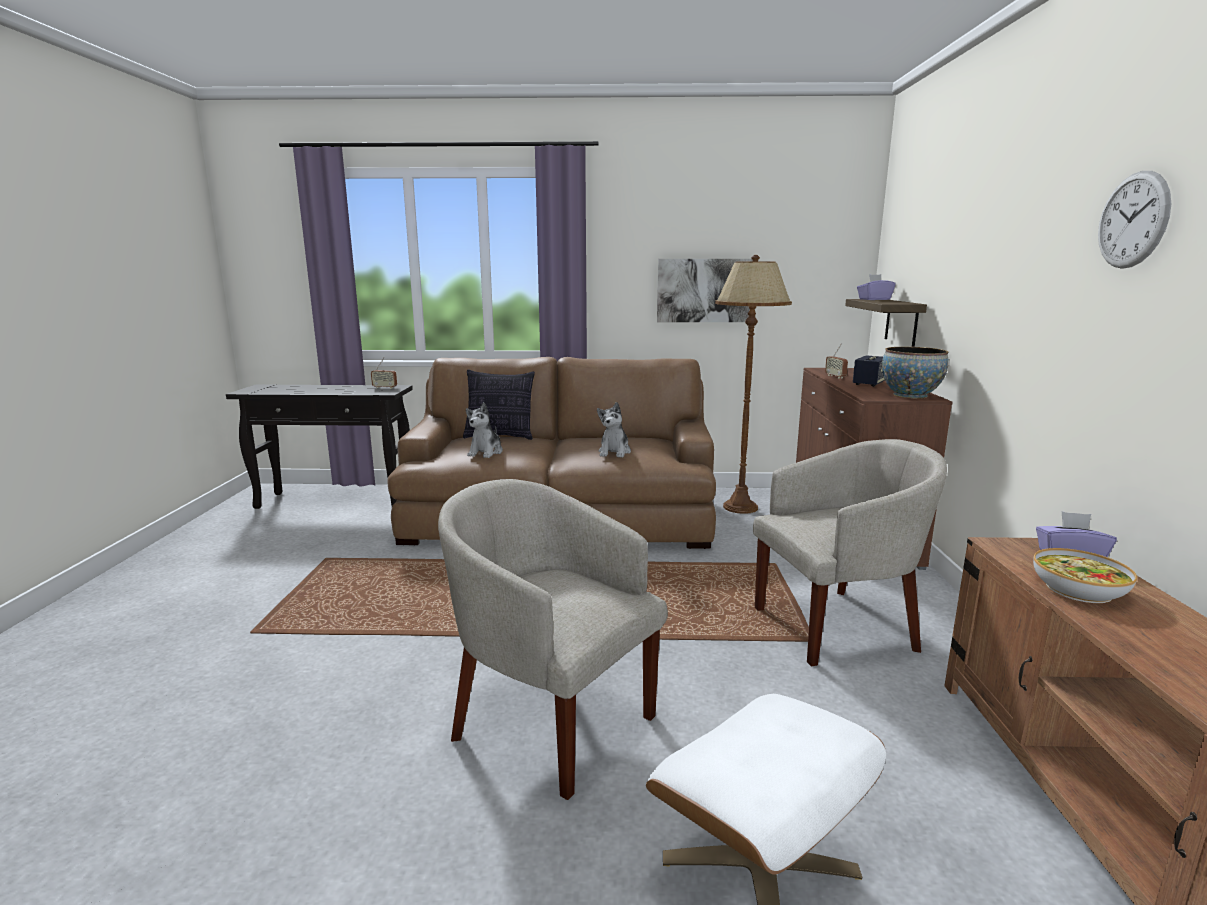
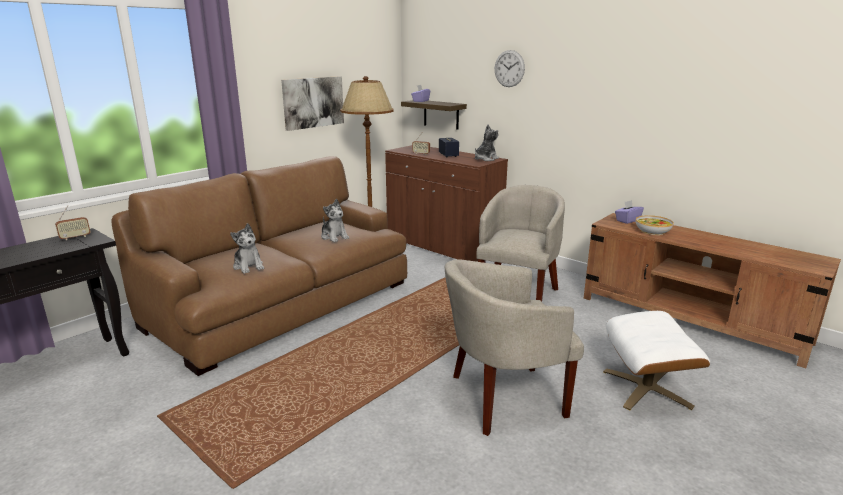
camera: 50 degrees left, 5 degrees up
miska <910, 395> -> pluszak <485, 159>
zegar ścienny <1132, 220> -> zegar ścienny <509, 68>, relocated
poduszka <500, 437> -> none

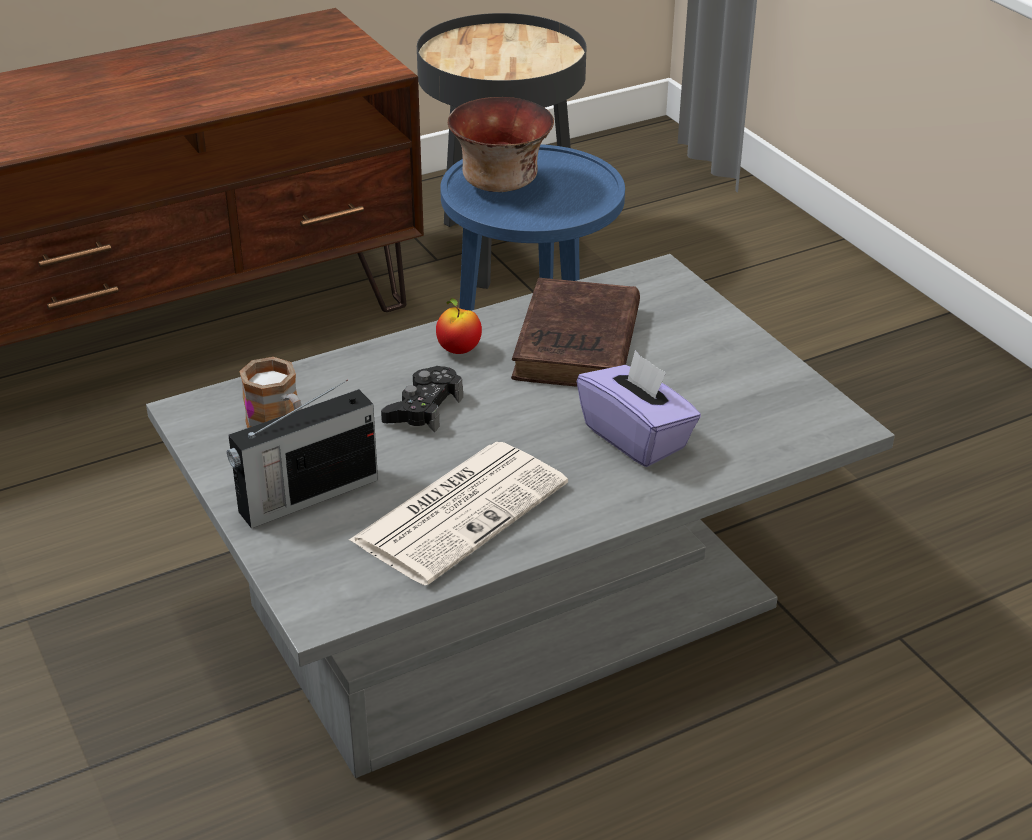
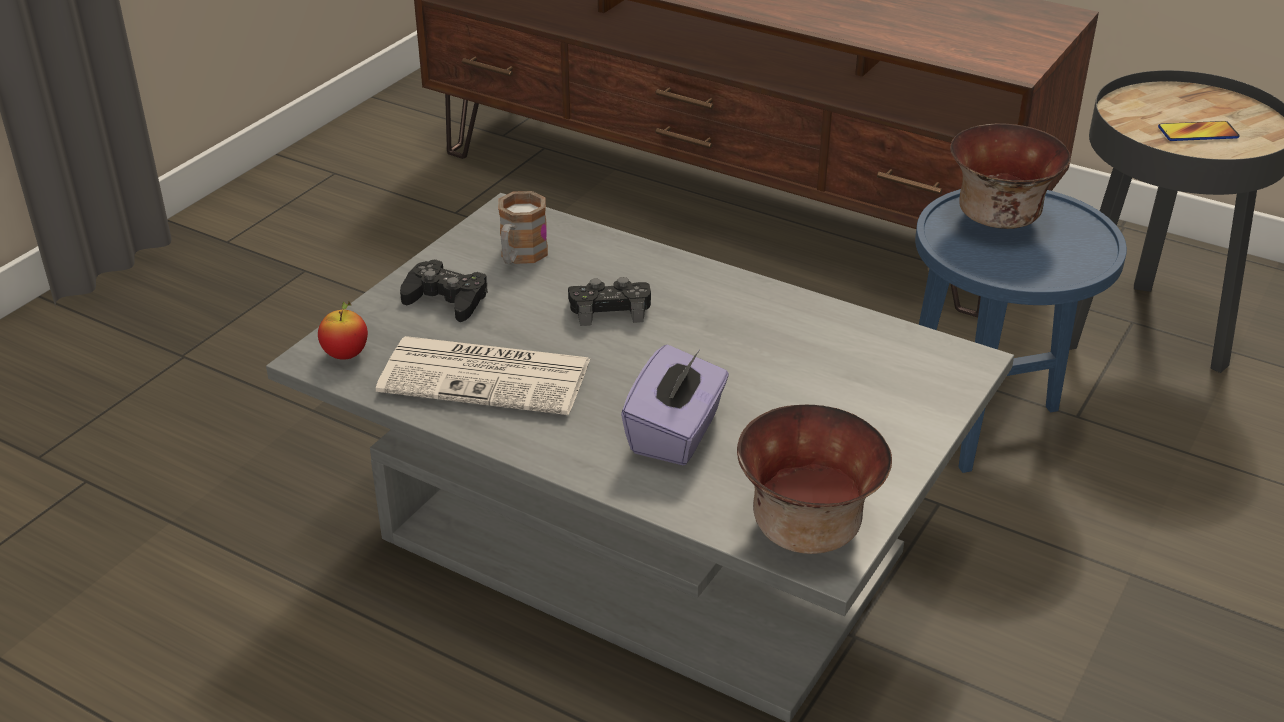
camera: 60 degrees right, 0 degrees up
jabłko <458, 350> -> jabłko <346, 355>, relocated
radio <306, 496> -> pad do gier [czarny] <446, 299>
none -> miska <805, 527>
none -> telefon <1197, 133>
książka [brązowy] <576, 346> -> none

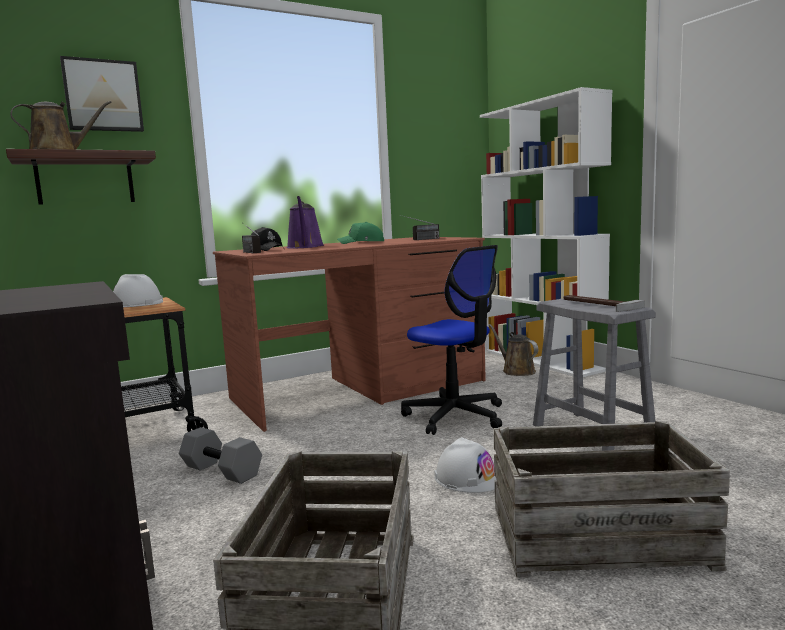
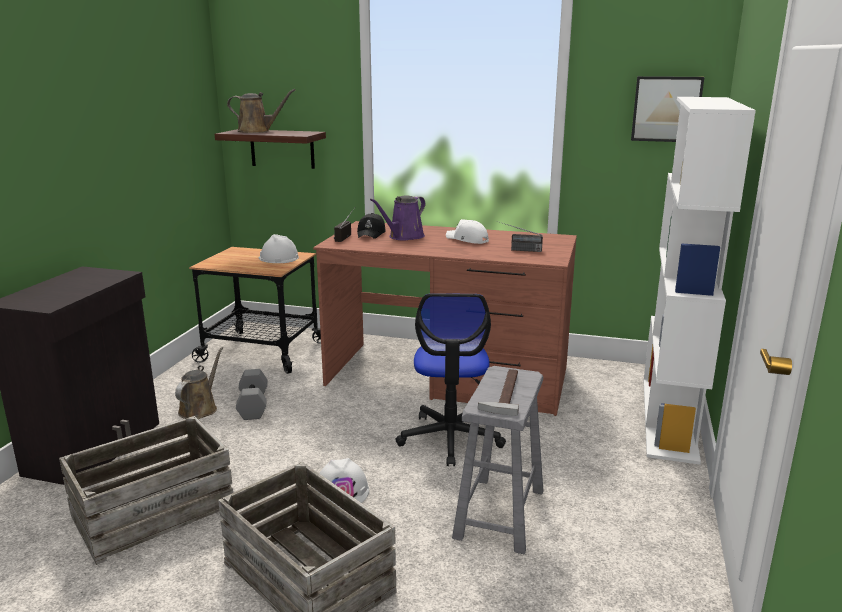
camera: 45 degrees right, 10 degrees up
konewka [brązowy] <516, 371> -> konewka [brązowy] <200, 408>, relocated
czapka z daszkiem [zielony] <362, 242> -> czapka z daszkiem [biały] <467, 239>
obraz <103, 96> -> obraz <666, 109>, relocated

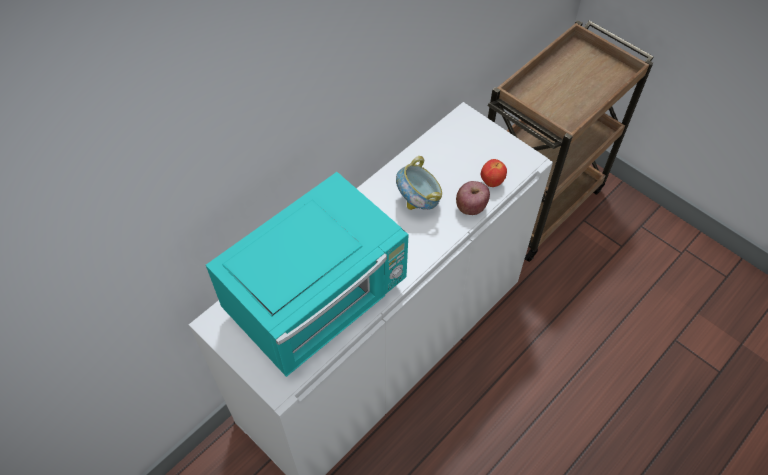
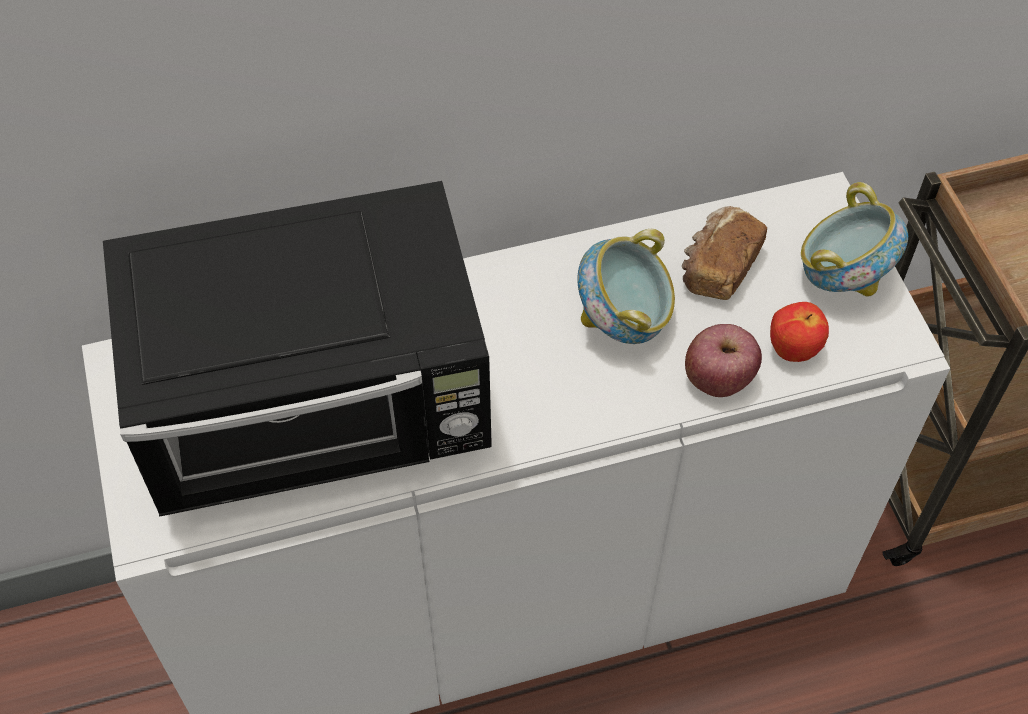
camera: 30 degrees right, 0 degrees up
mikrofalówka [turkusowy] <319, 300> -> mikrofalówka [czarny] <320, 412>
none -> chleb <718, 267>
none -> miska <842, 277>

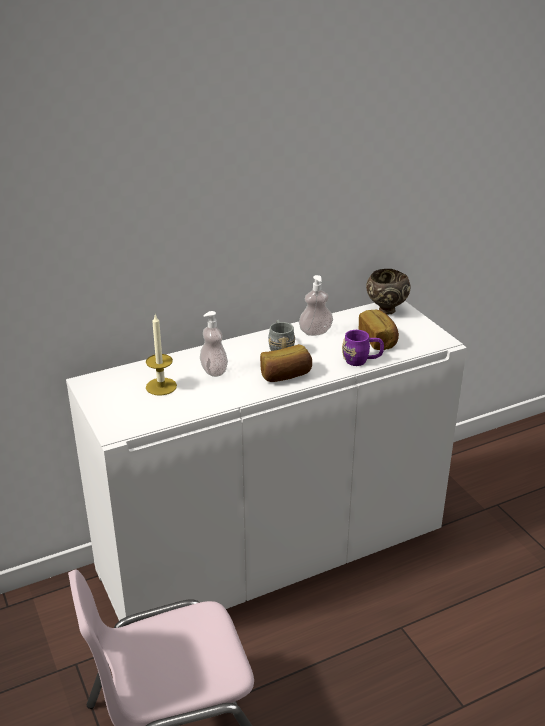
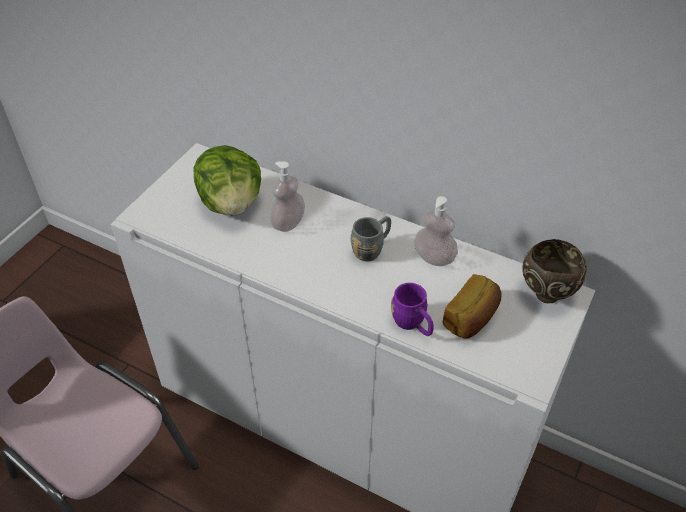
camera: 55 degrees right, 15 degrees up
świeca <161, 386> -> sałata <231, 203>
chleb <286, 375> -> none

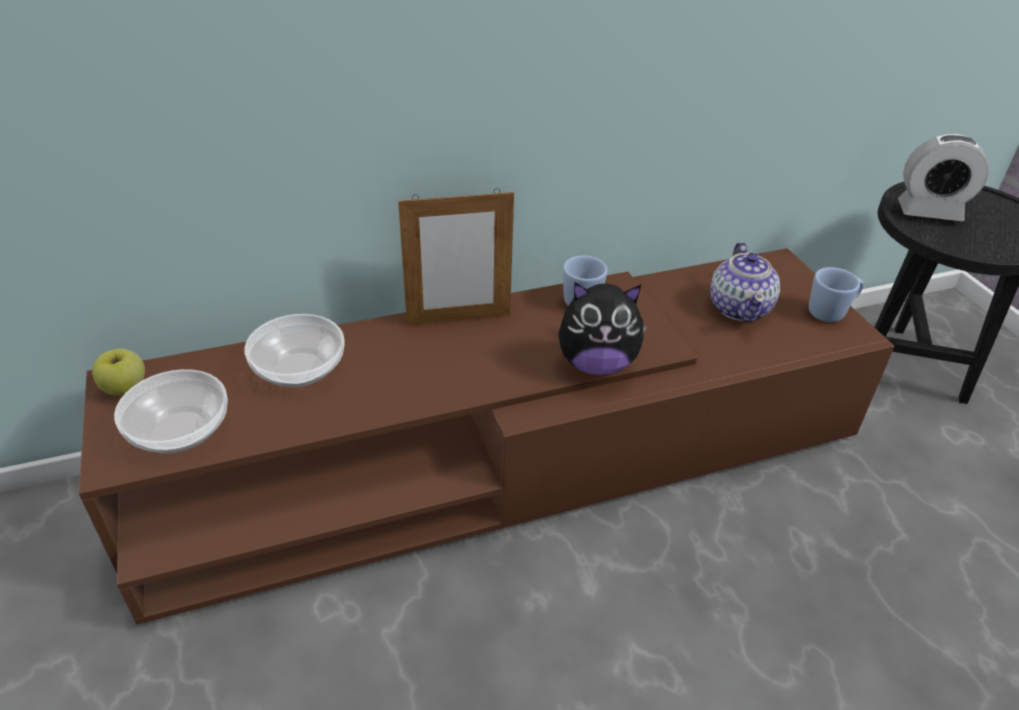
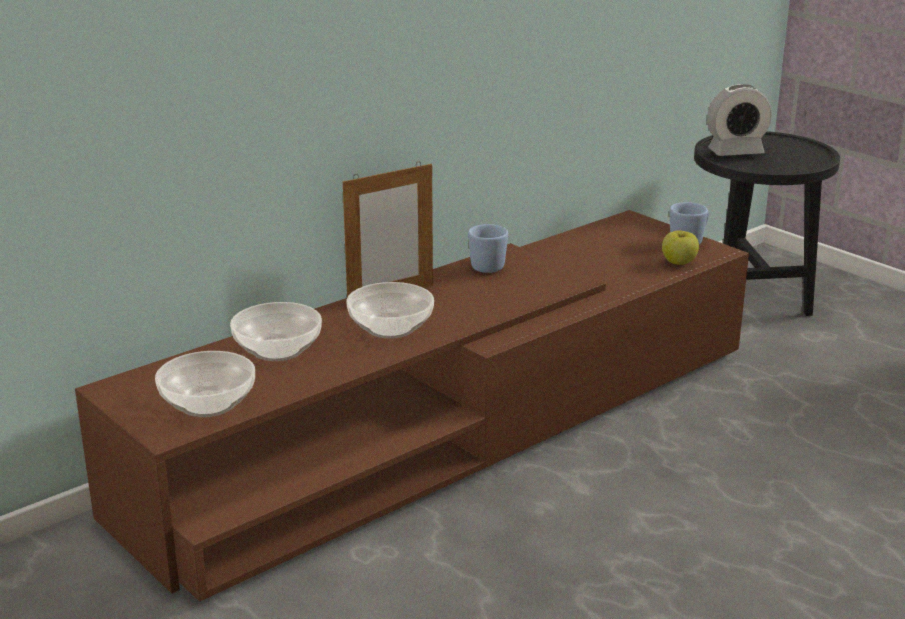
camera: 20 degrees left, 15 degrees down
none -> miska <389, 328>
jabłko <125, 388> -> jabłko <679, 262>, relocated
pluszak <596, 364> -> none
imbryk <740, 307> -> none

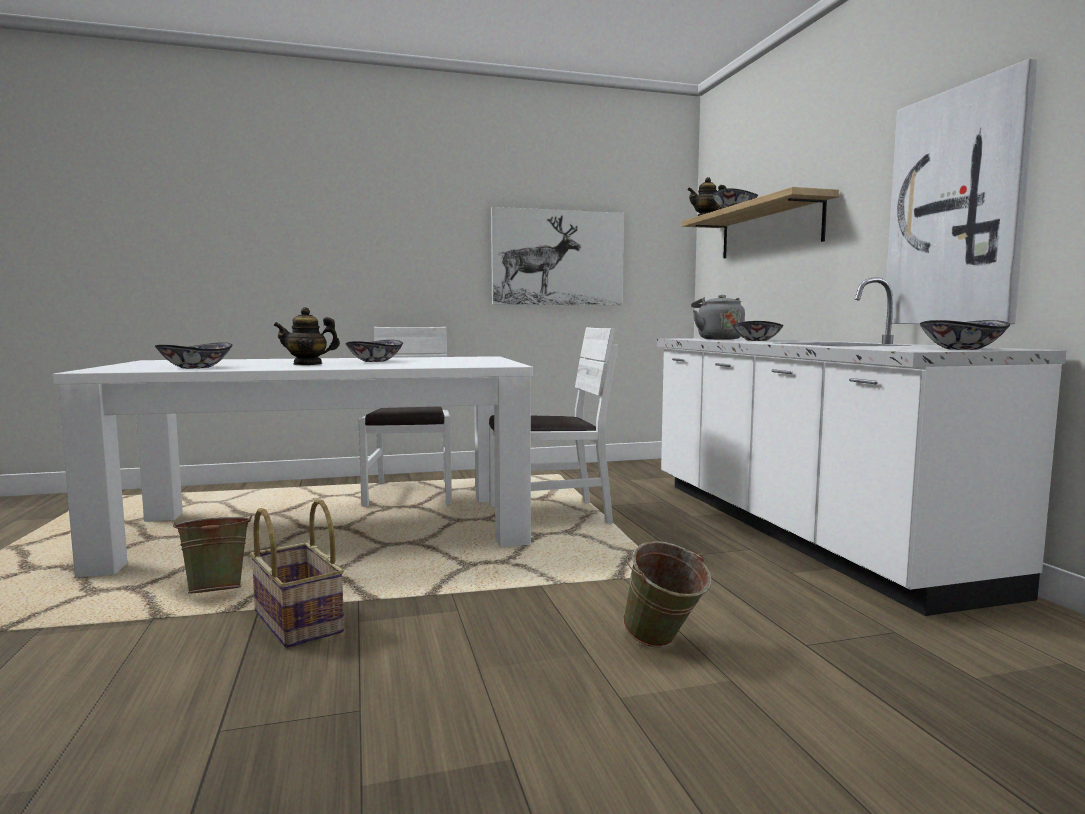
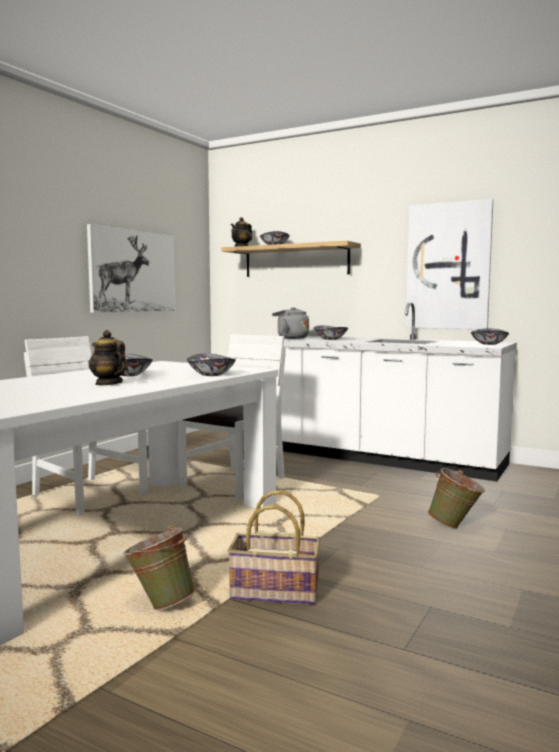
camera: 45 degrees left, 0 degrees up
imbryk <308, 364> -> imbryk <108, 383>, 105 degrees clockwise
miska <195, 367> -> miska <211, 375>, relocated

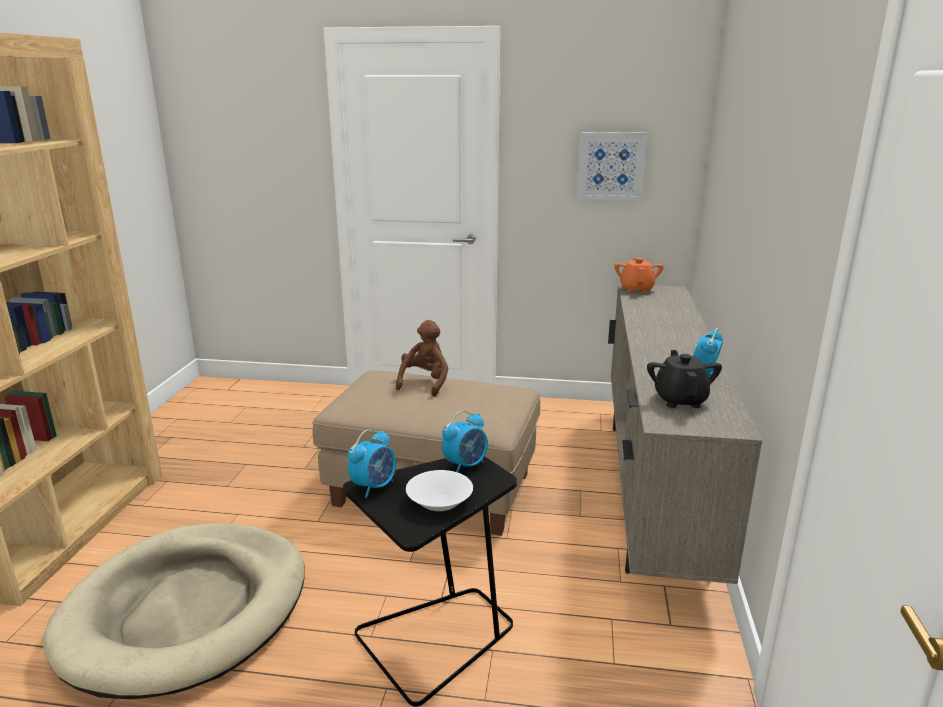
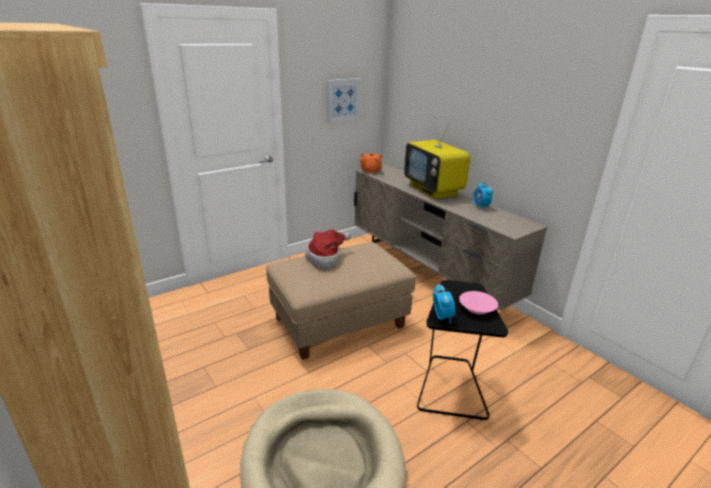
camera: 45 degrees left, 5 degrees up
pluszak [brązowy] <425, 383> -> kapelusz <326, 258>
none -> telewizor <433, 190>
miska [biały] <439, 501> -> miska [różowy] <477, 308>
budzik <465, 465> -> none
imbryk [czarny] <680, 400> -> none

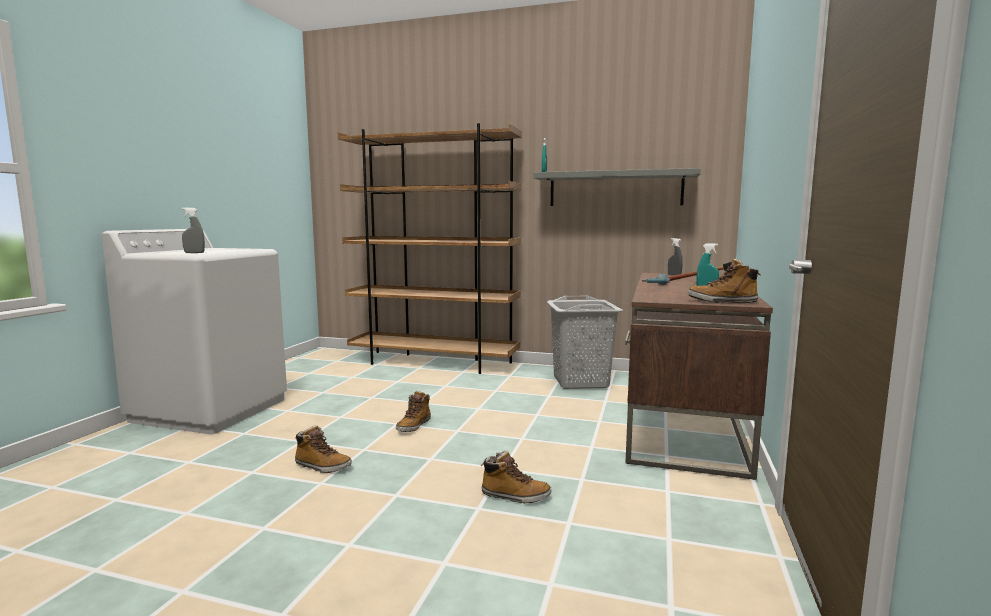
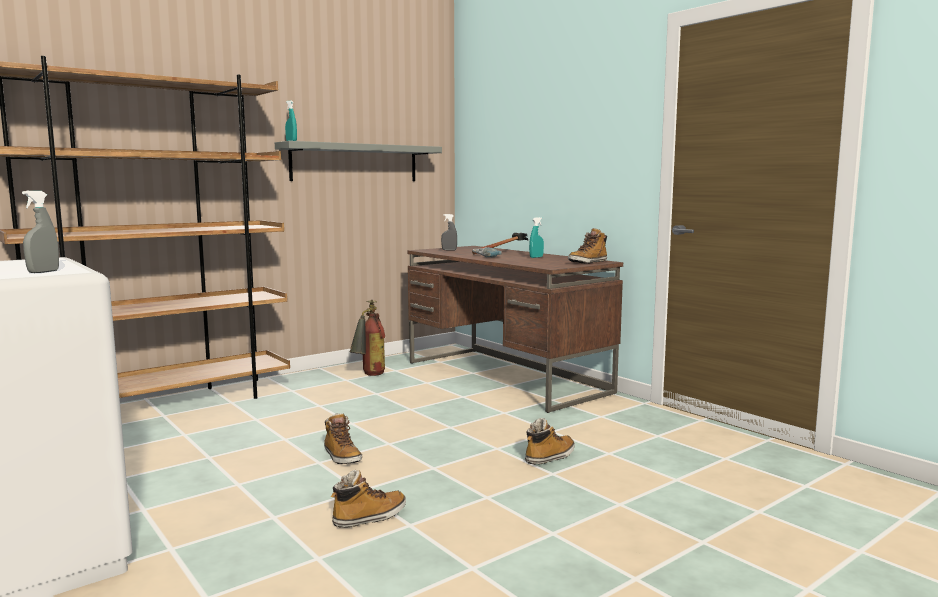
camera: 55 degrees left, 0 degrees up
kosz na pranie [szary] <581, 382> -> gaśnica <368, 375>

